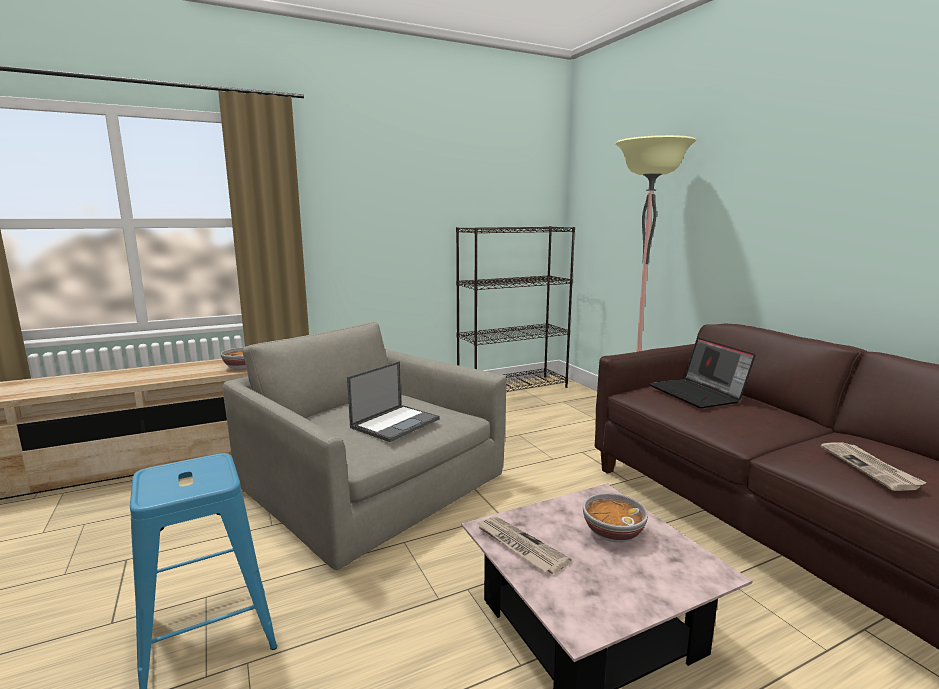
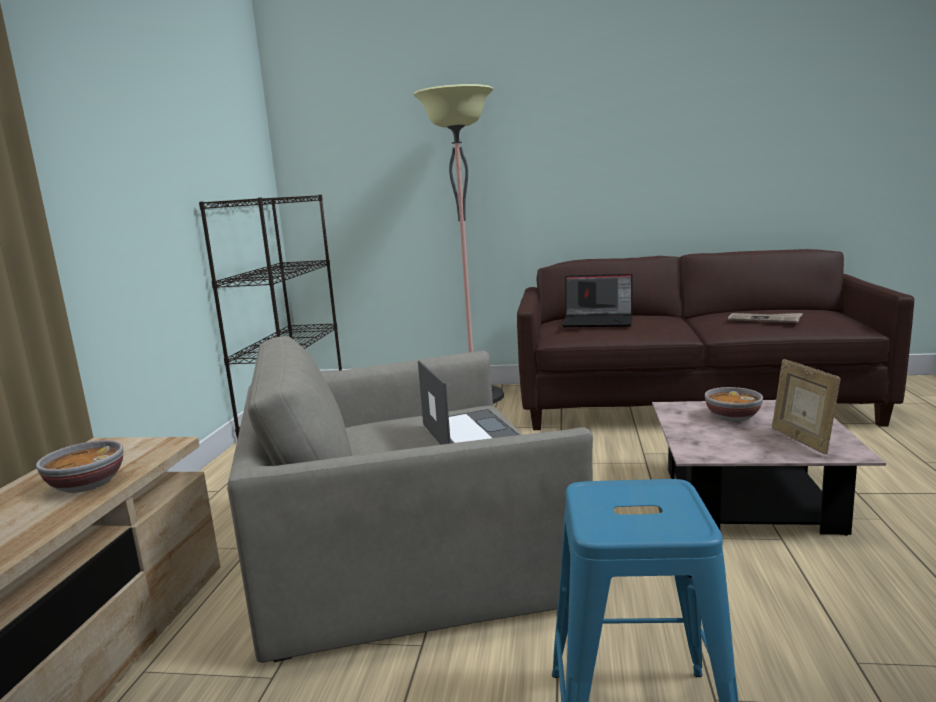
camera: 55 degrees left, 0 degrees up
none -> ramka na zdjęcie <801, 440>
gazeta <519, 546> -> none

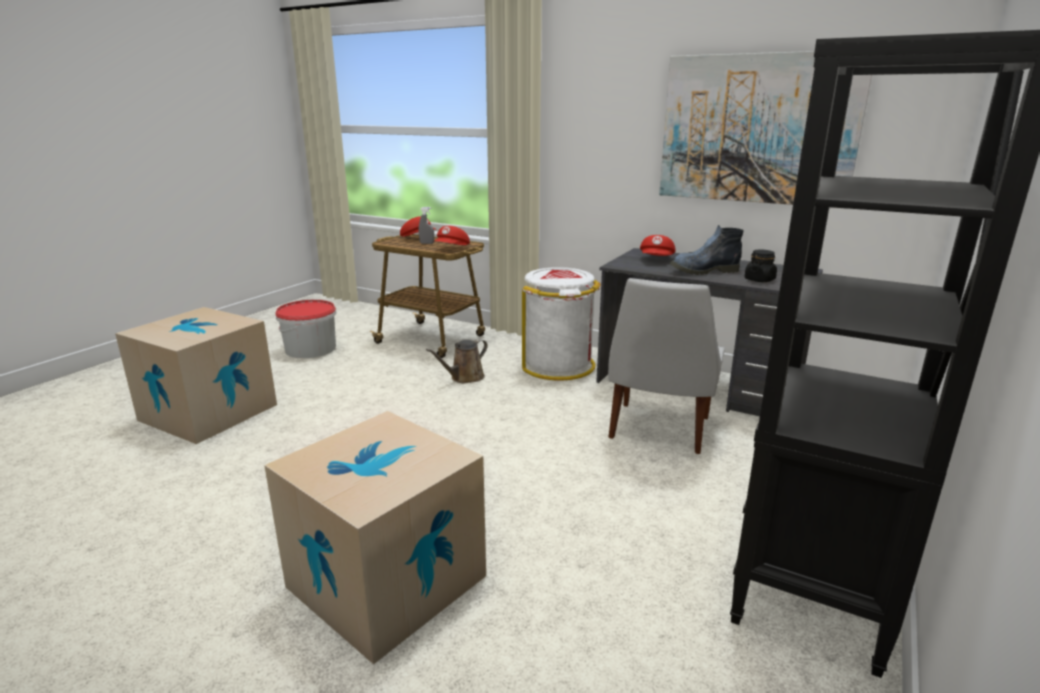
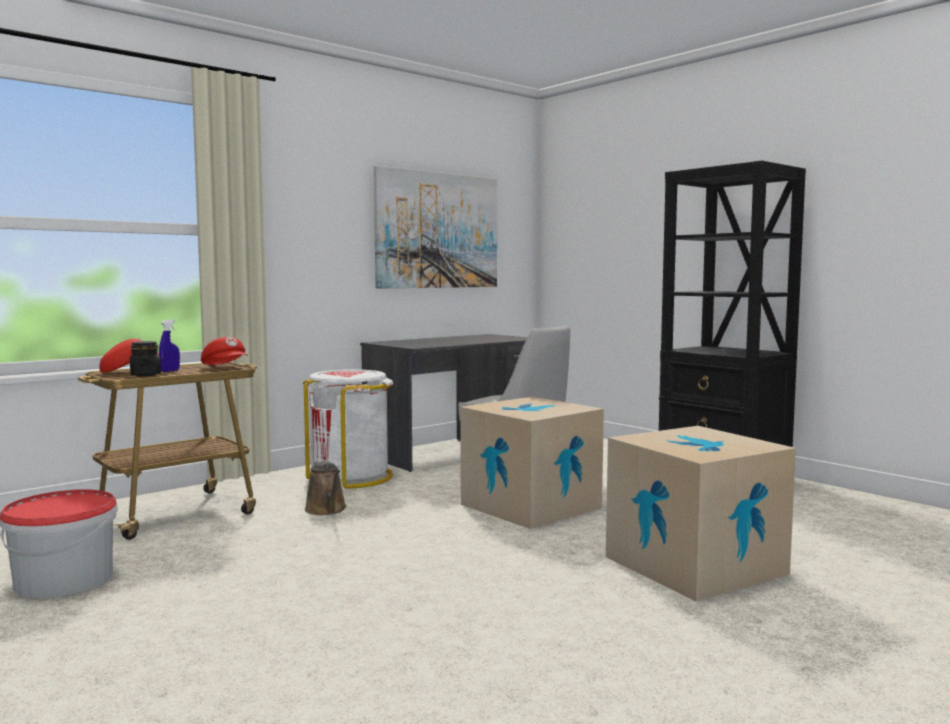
camera: 70 degrees left, 15 degrees down
słoik [czarny] <759, 280> -> słoik [czarny] <145, 375>, relocated
spryskiwacz [szary] <427, 243> -> spryskiwacz [niebieski] <170, 371>
karton <209, 412> -> karton <530, 506>, relocated
czapka z daszkiem [czerwony] <657, 259> -> none
but z cholewką <703, 271> -> none

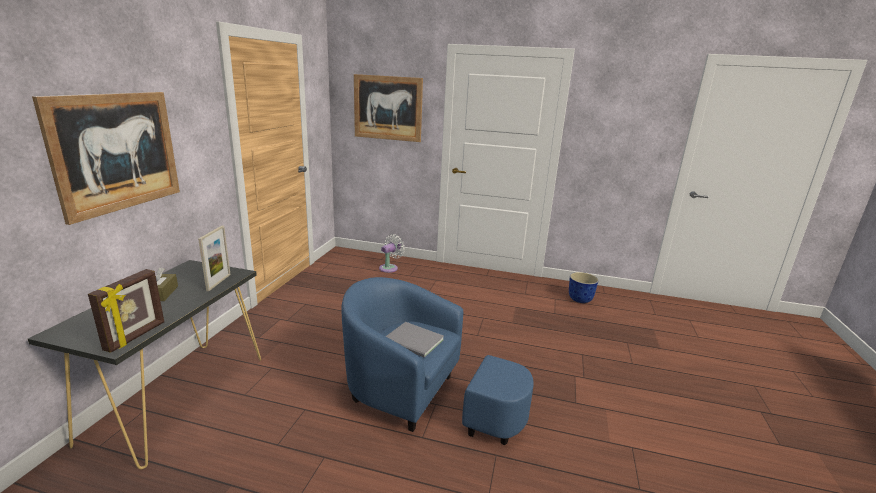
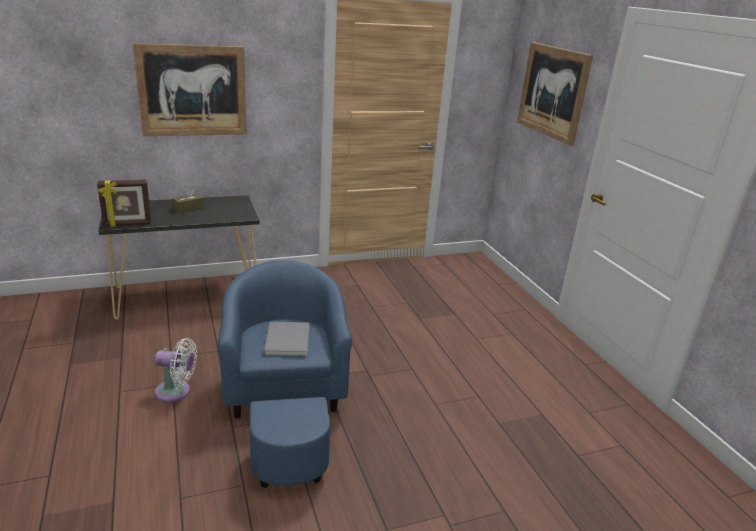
camera: 55 degrees right, 5 degrees up
wentylator [biały] <390, 268> -> wentylator [biały] <176, 392>, relocated
ramka na zdjęcie <218, 282> -> none
donica <580, 299> -> none

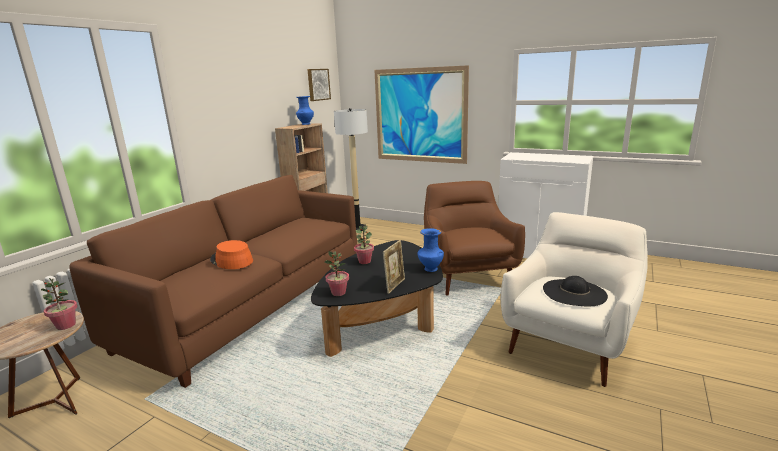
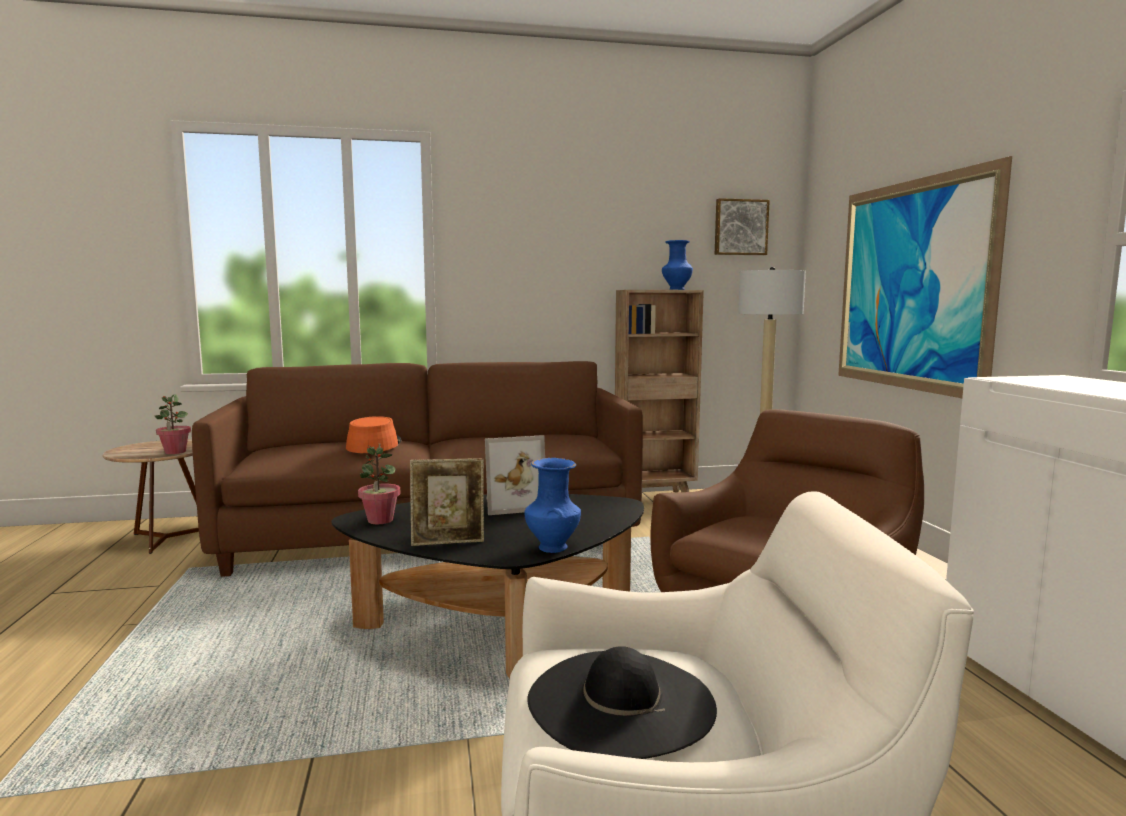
camera: 50 degrees right, 10 degrees down
roślina doniczkowa <364, 261> -> ramka na zdjęcie <512, 504>

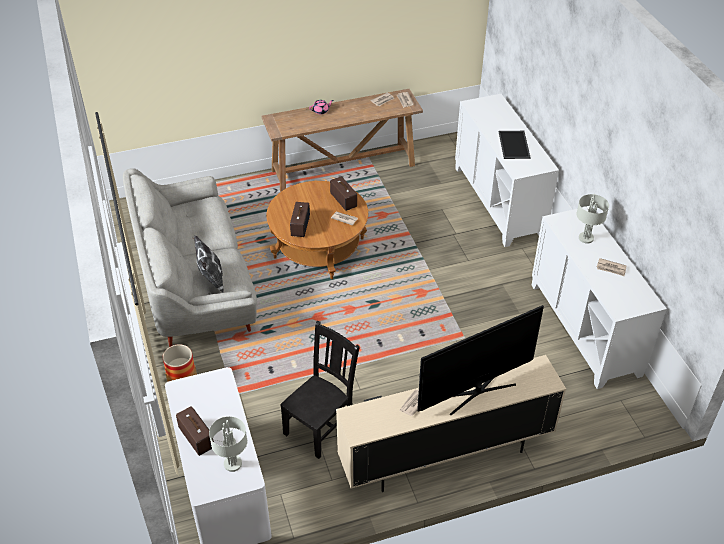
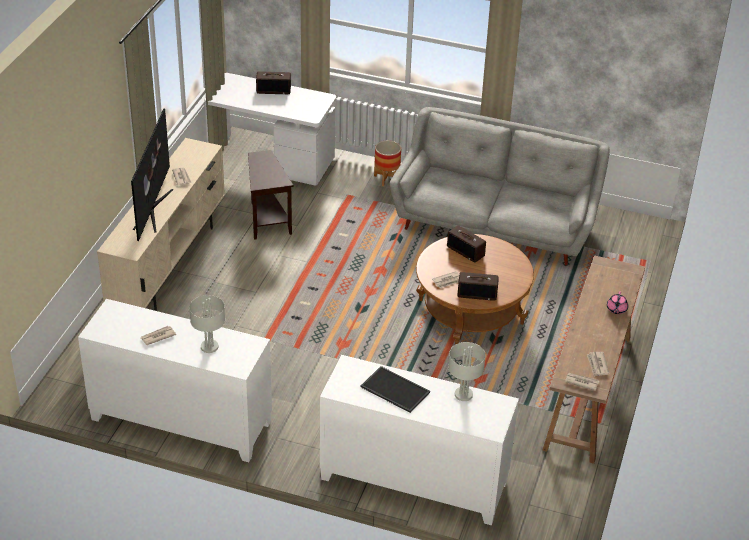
camera: 125 degrees right, 5 degrees down
krzesło [czarny] <321, 426> -> stolik [brązowy] <267, 221>
lampa stołowa [szary] <233, 464> -> lampa stołowa [szary] <463, 394>, relocated
poduszka <211, 280> -> none

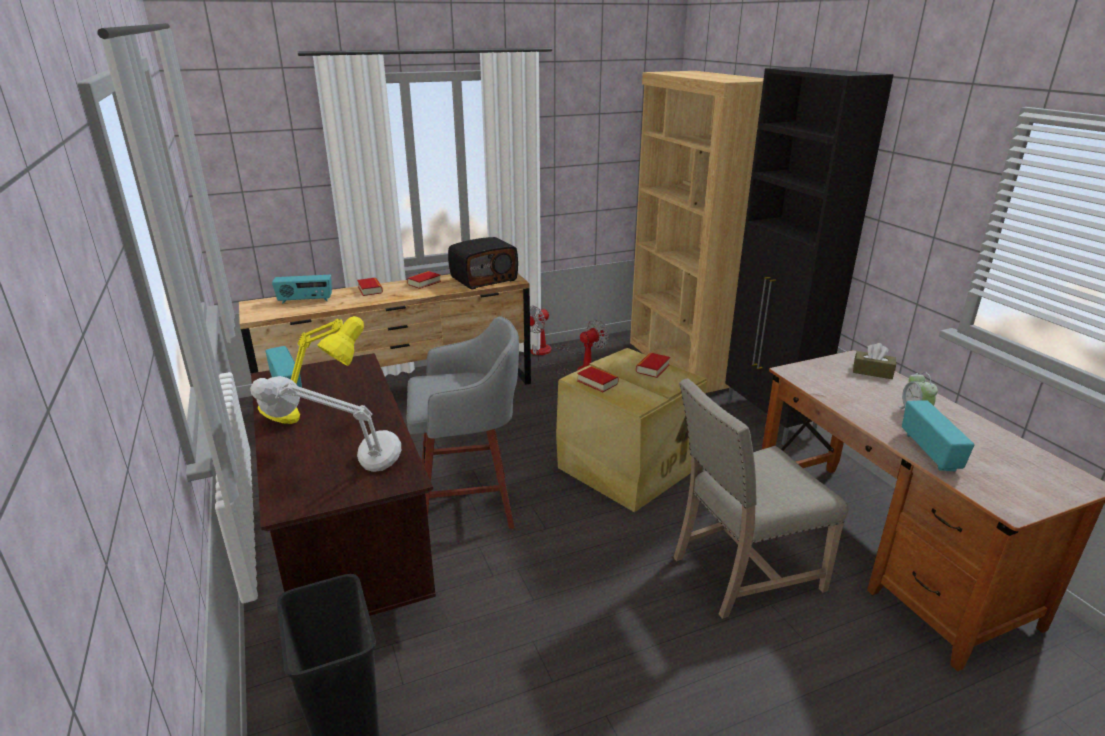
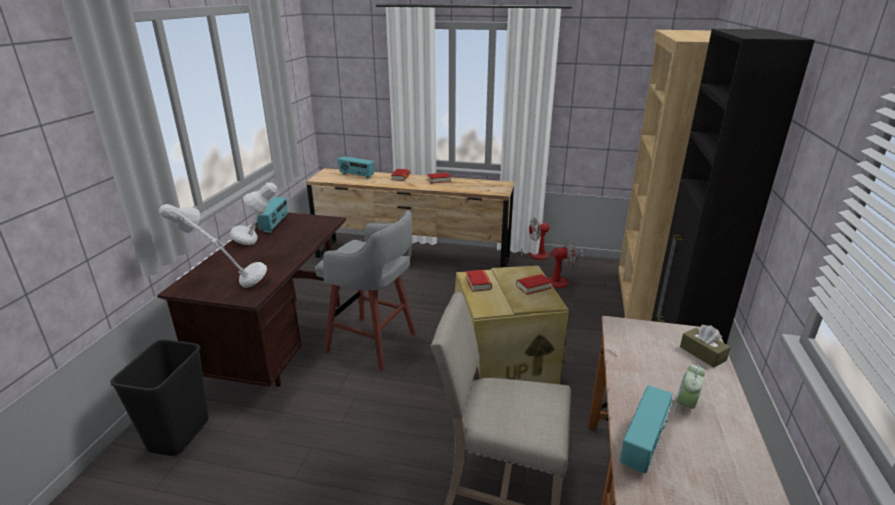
camera: 35 degrees right, 0 degrees up
lampa stołowa [żółty] <318, 421> -> lampa stołowa [szary] <261, 248>
radio <484, 279> -> none

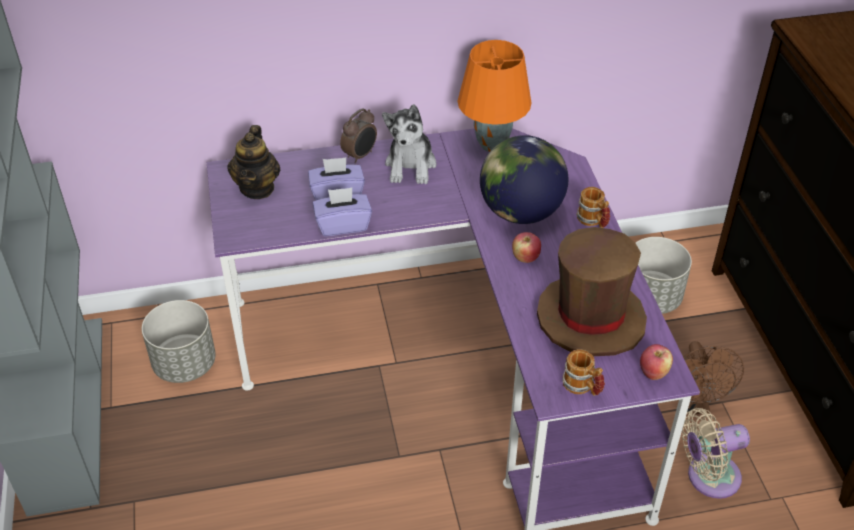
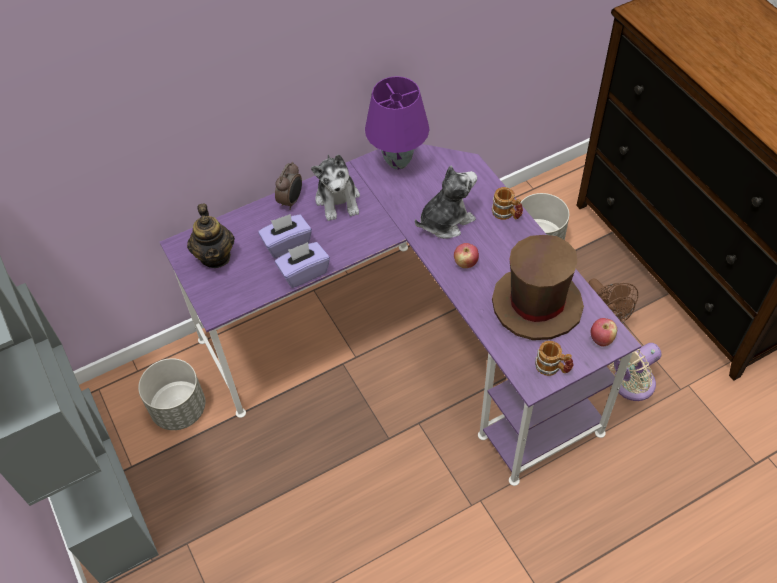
camera: 15 degrees left, 10 degrees up
lampa stołowa [pomarańczowy] <491, 145> -> lampa stołowa [fioletowy] <397, 162>
globus <520, 212> -> pluszak <445, 221>

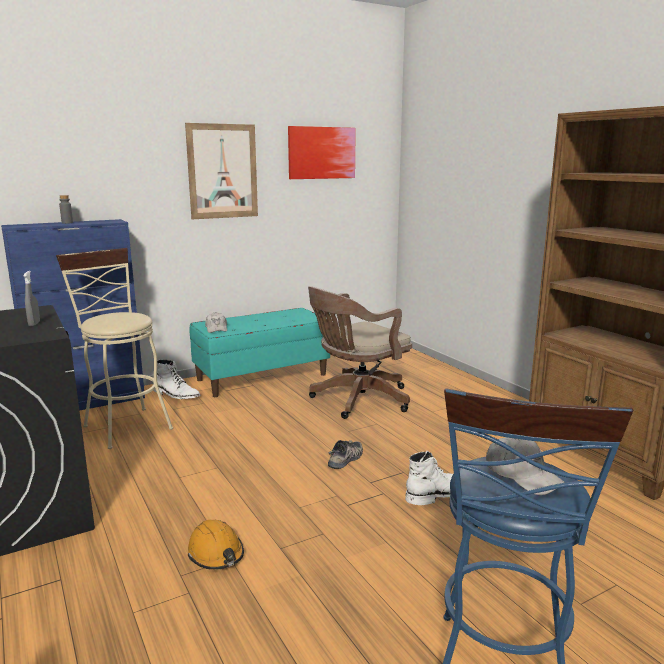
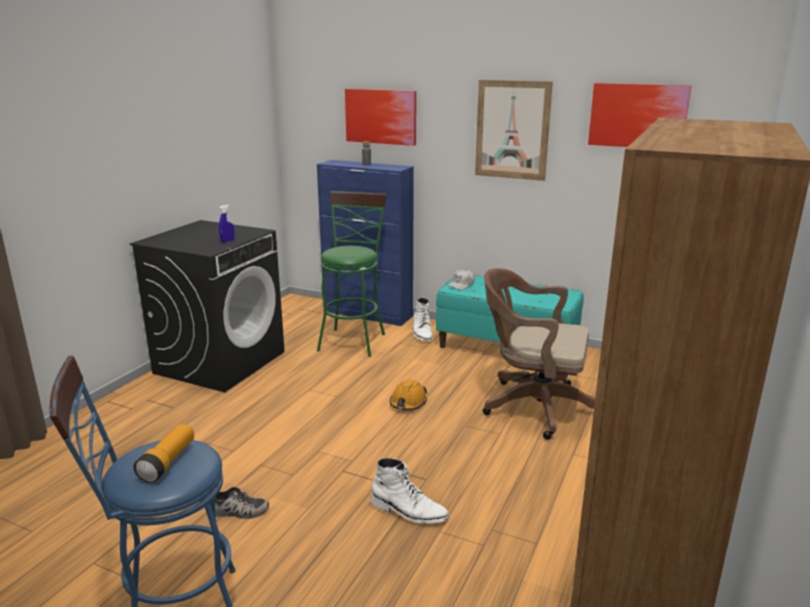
camera: 55 degrees right, 5 degrees up
czapka z daszkiem [biały] <522, 475> -> latarka <168, 462>
but <346, 459> -> but <238, 511>, relocated
spryskiwacz [szary] <34, 324> -> spryskiwacz [niebieski] <227, 241>
stołek [beżowy] <124, 425> -> stołek [zielony] <353, 339>
none -> obraz <381, 116>
kask [pomarańczowy] <216, 554> -> kask [pomarańczowy] <408, 402>, relocated

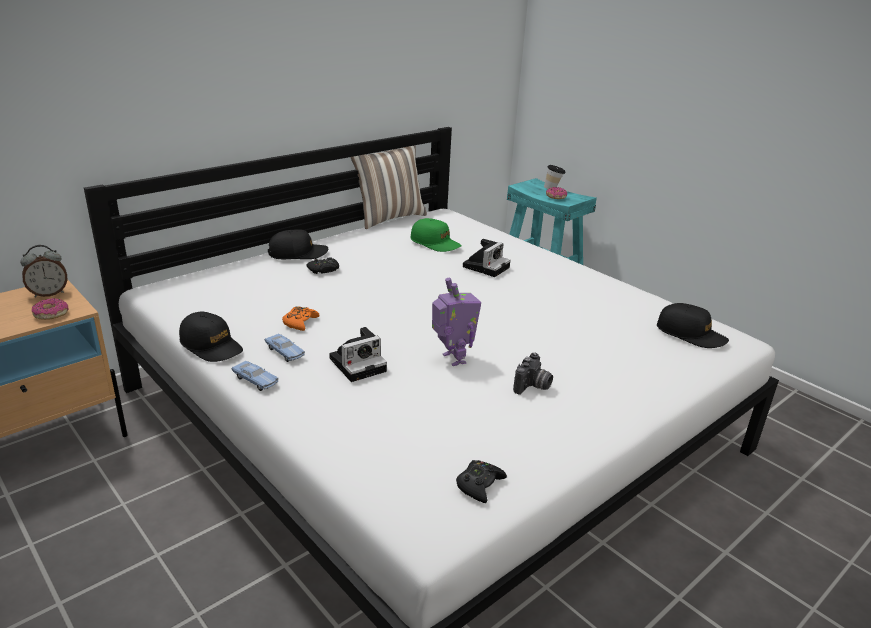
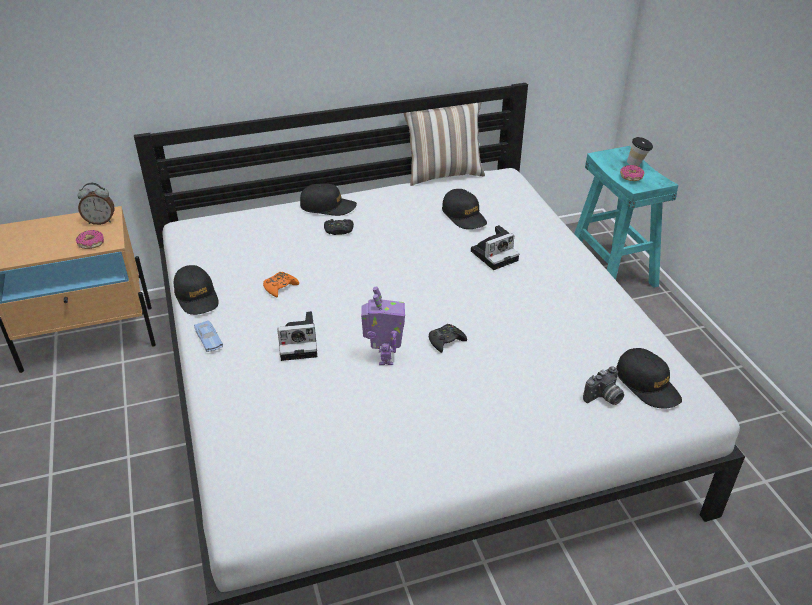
camera: 25 degrees right, 10 degrees up
pad do gier [czarny] <479, 485> -> pad do gier [czarny] <446, 341>, relocated
czapka z daszkiem [zielony] <435, 243> -> czapka z daszkiem [czarny] <464, 216>
aparat fotograficzny <533, 387> -> aparat fotograficzny <604, 398>, relocated
samochodzik [niebieski] <285, 352> -> none

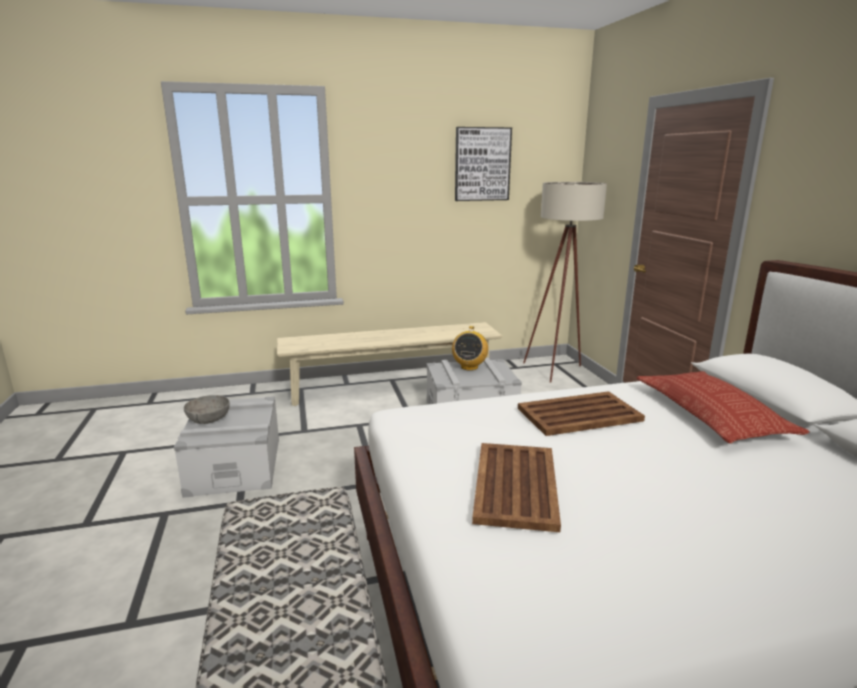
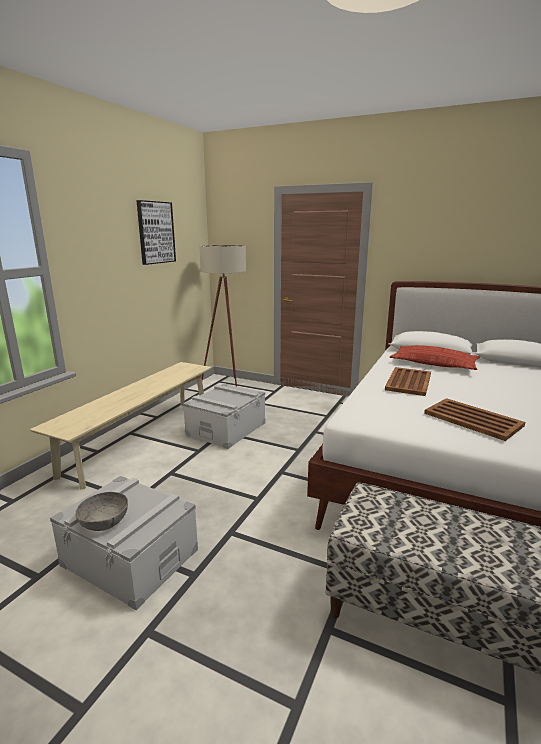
camera: 50 degrees left, 0 degrees up
radio <469, 367> -> none

